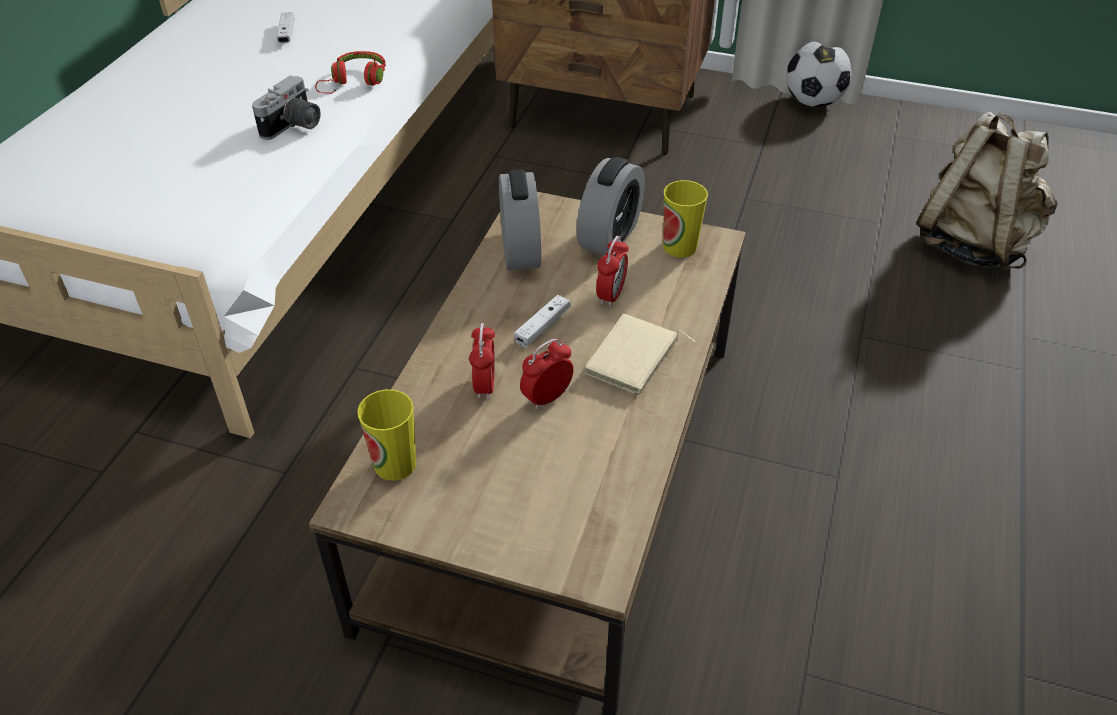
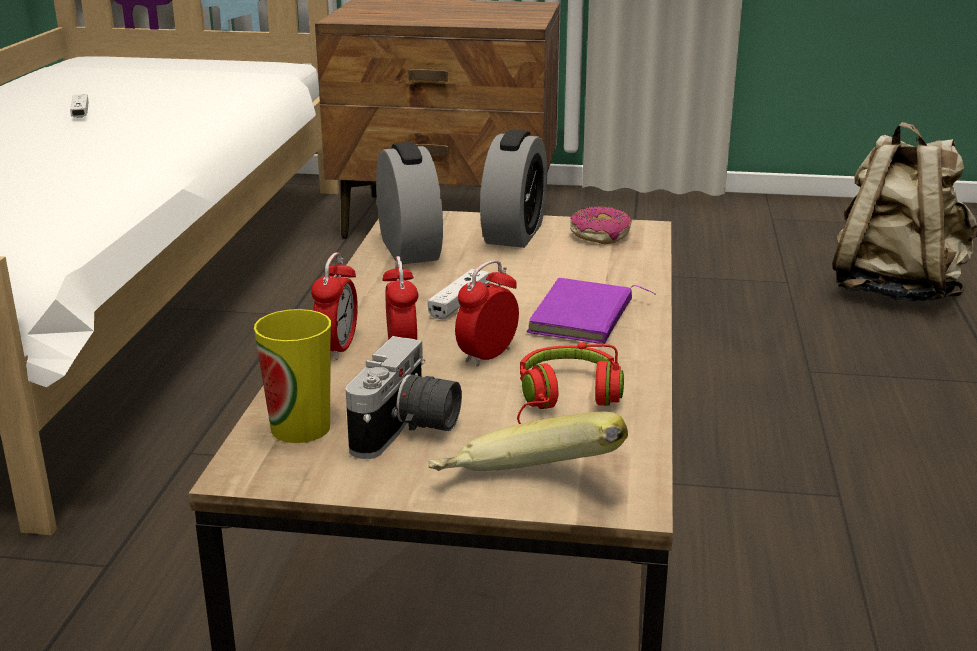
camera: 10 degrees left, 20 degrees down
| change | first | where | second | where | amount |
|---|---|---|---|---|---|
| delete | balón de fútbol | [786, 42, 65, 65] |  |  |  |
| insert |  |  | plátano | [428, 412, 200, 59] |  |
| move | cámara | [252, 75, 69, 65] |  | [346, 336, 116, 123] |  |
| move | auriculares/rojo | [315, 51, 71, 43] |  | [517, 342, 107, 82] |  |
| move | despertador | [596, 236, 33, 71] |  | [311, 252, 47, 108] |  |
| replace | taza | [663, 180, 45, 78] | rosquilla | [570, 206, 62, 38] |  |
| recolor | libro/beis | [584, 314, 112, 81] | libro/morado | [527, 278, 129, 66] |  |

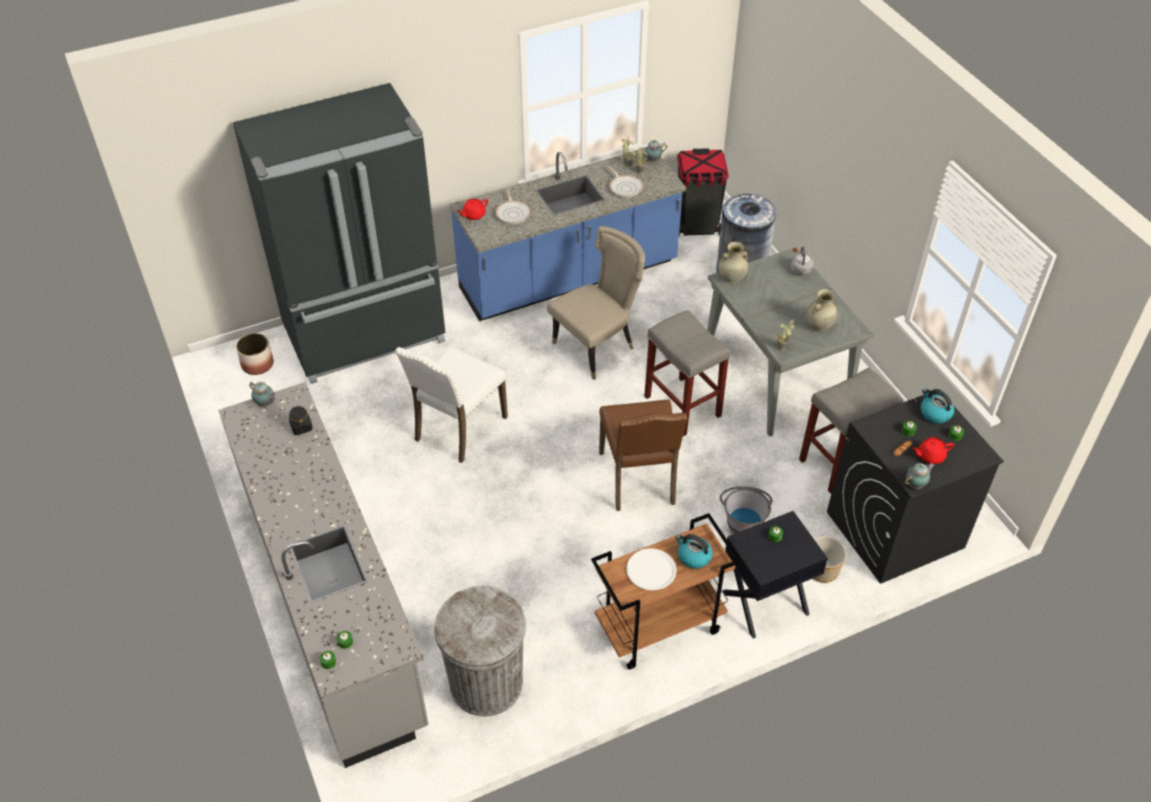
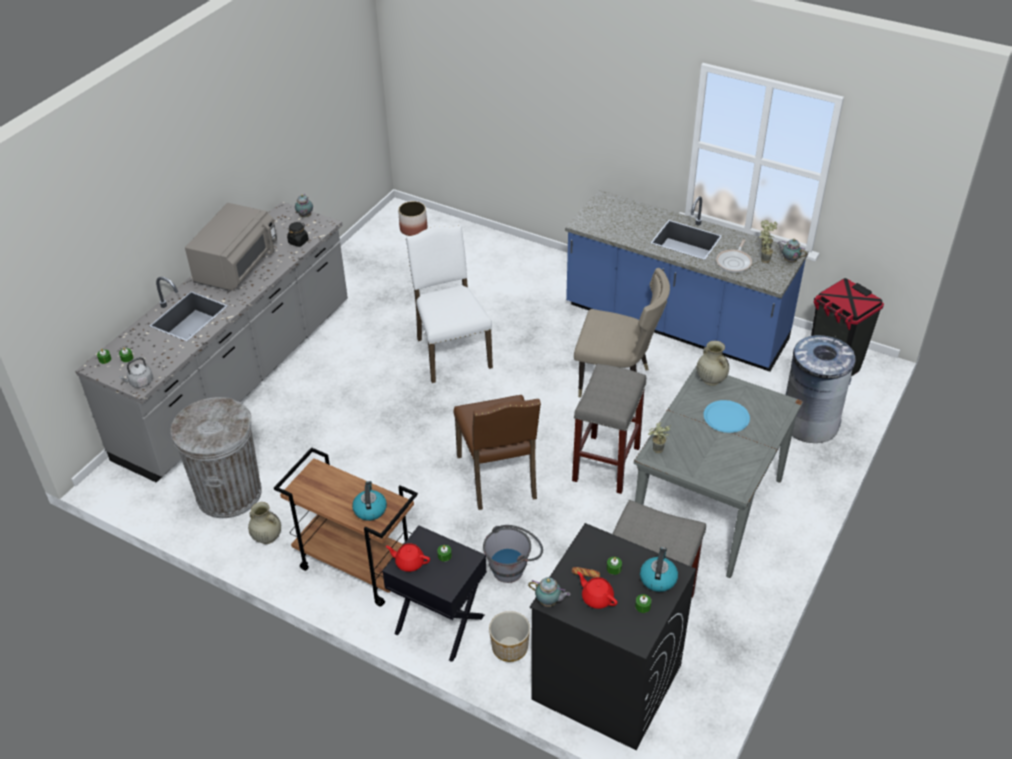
camera: 55 degrees right, 5 degrees down
| change | first | where | second | where | amount |
|---|---|---|---|---|---|
| delete | nevera/negro | [233, 83, 212, 301] |  |  |  |
| delete | sartén | [496, 189, 34, 35] |  |  |  |
| delete | plato/blanco | [626, 548, 50, 42] |  |  |  |
| insert |  |  | microondas/gris | [185, 203, 92, 88] |  |
| insert |  |  | plato/azul | [703, 400, 47, 33] |  |
| move | tetera/rojo | [457, 199, 31, 21] |  | [385, 543, 45, 29] |  |
| move | hervidor/gris | [791, 247, 22, 28] |  | [119, 357, 34, 31] |  |
| move | florero/beis | [806, 289, 32, 42] |  | [248, 502, 33, 42] |  |
| rotate | silla/blanco | [395, 346, 113, 117] |  | [406, 225, 87, 158] | 75 degrees clockwise |
| rotate | silla/marrón | [599, 400, 88, 111] |  | [454, 395, 87, 115] | 60 degrees counterclockwise |

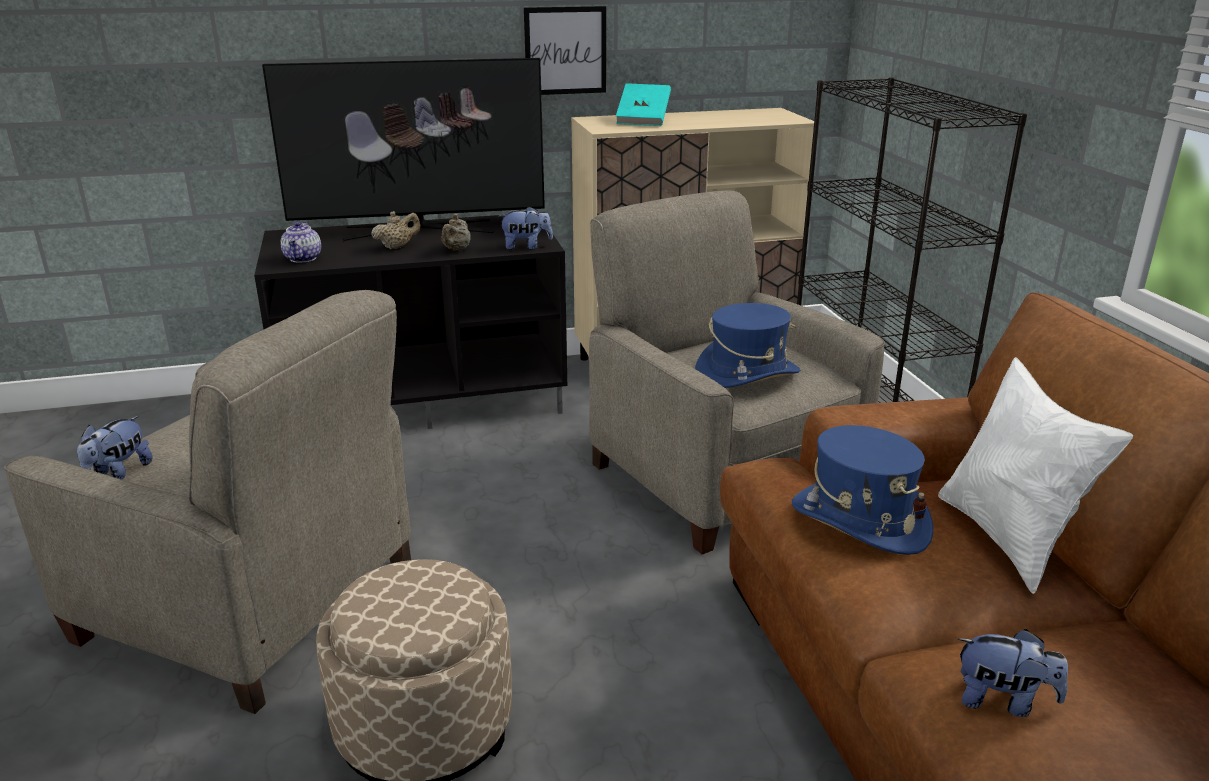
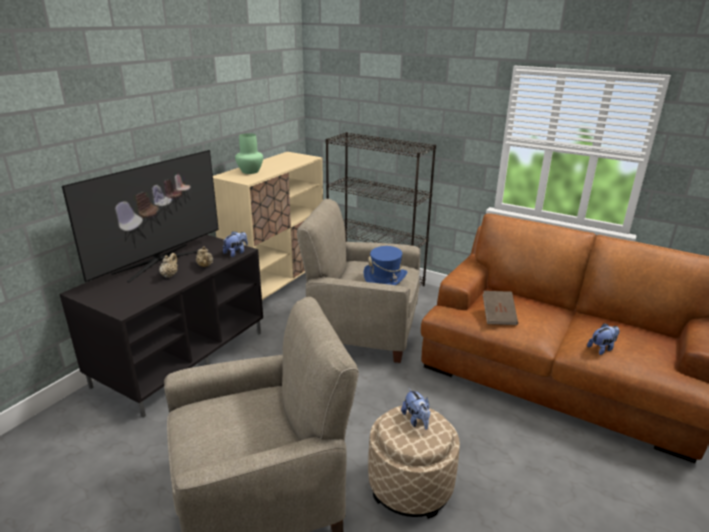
camera: 45 degrees left, 0 degrees up
| change | first | where | second | where | amount |
|---|---|---|---|---|---|
| delete | tetera | [280, 222, 41, 40] |  |  |  |
| delete | cuadro | [524, 6, 82, 89] |  |  |  |
| delete | cojín/blanco | [938, 357, 195, 237] |  |  |  |
| move | peluche | [77, 416, 76, 64] |  | [401, 388, 29, 42] |  |
| replace | libro/turquesa | [616, 83, 55, 43] | florero/verde | [235, 133, 28, 41] |  |
| replace | sombrero/azul | [792, 425, 141, 130] | libro/marrón | [483, 291, 35, 34] |  |

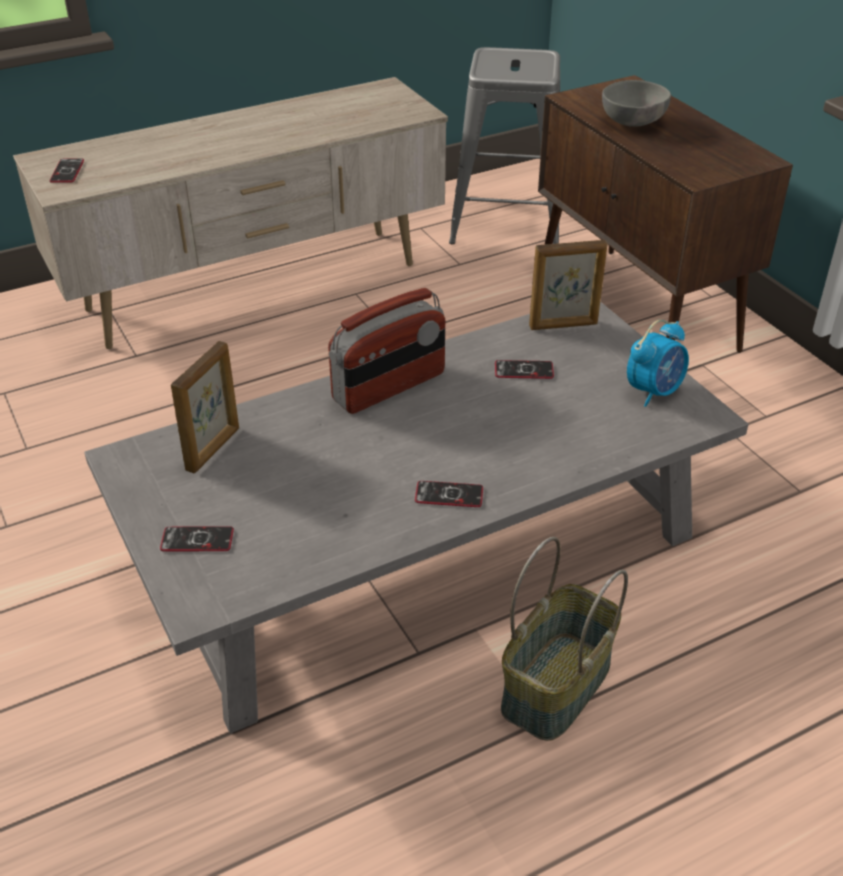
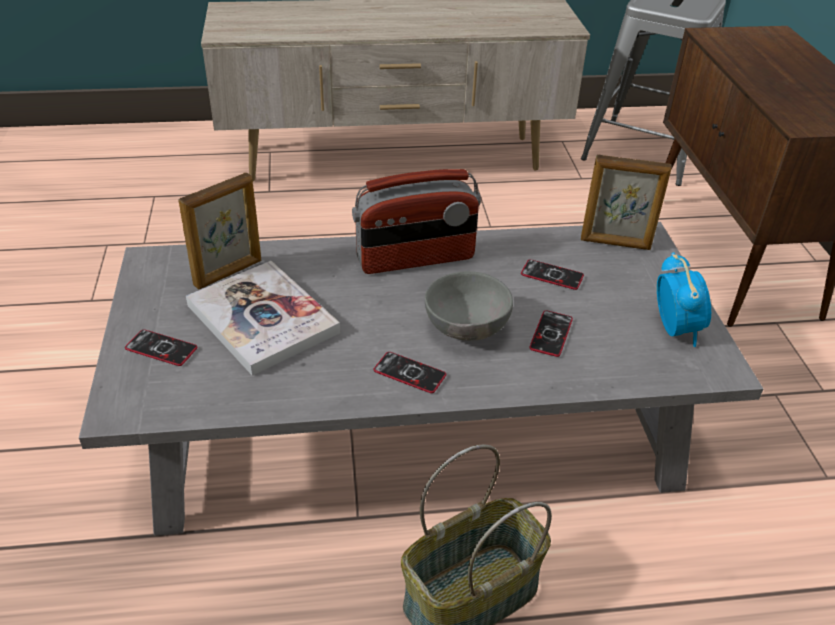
camera: 20 degrees right, 0 degrees up
| change | first | where | second | where | amount |
|---|---|---|---|---|---|
| insert |  |  | libro | [186, 261, 154, 115] |  |
| move | móvil | [50, 158, 34, 25] |  | [529, 310, 44, 47] |  |
| move | cuenco/gris | [602, 80, 69, 47] |  | [425, 271, 88, 70] |  |
| rotate | despertador | [627, 320, 62, 87] |  | [657, 252, 54, 95] | 75 degrees counterclockwise |

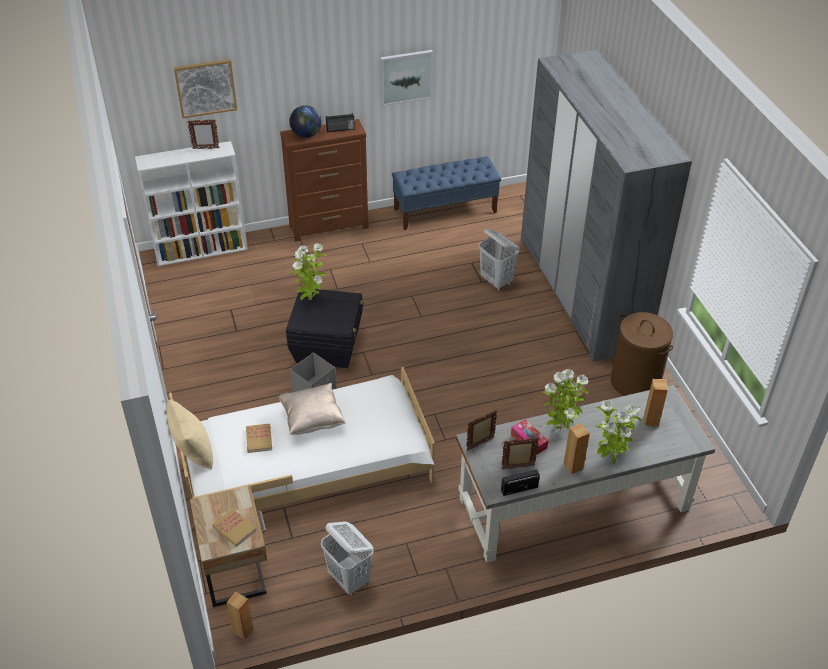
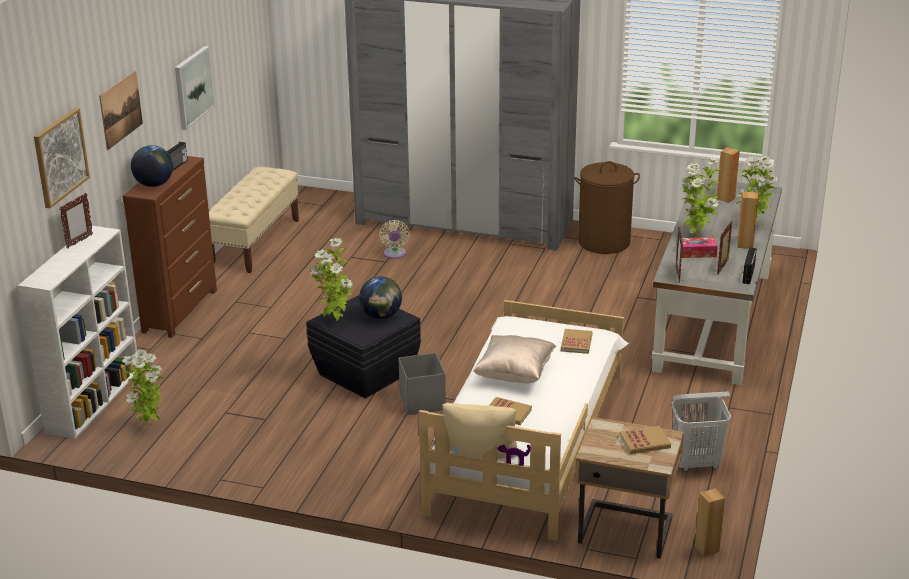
camera: 55 degrees left, 15 degrees down
| change | first | where | second | where | amount |
|---|---|---|---|---|---|
| insert |  |  | cuadro | [99, 71, 44, 79] |  |
| insert |  |  | planta en maceta | [122, 350, 42, 77] |  |
| insert |  |  | globo terráqueo | [359, 276, 43, 43] |  |
| insert |  |  | libro | [561, 329, 31, 25] |  |
| replace | cesto de la ropa/blanco | [479, 229, 40, 62] | ventilador/beis | [379, 220, 31, 39] |  |
| recolor | banco/azul | [392, 156, 109, 74] | banco/beis | [209, 167, 90, 106] |  |

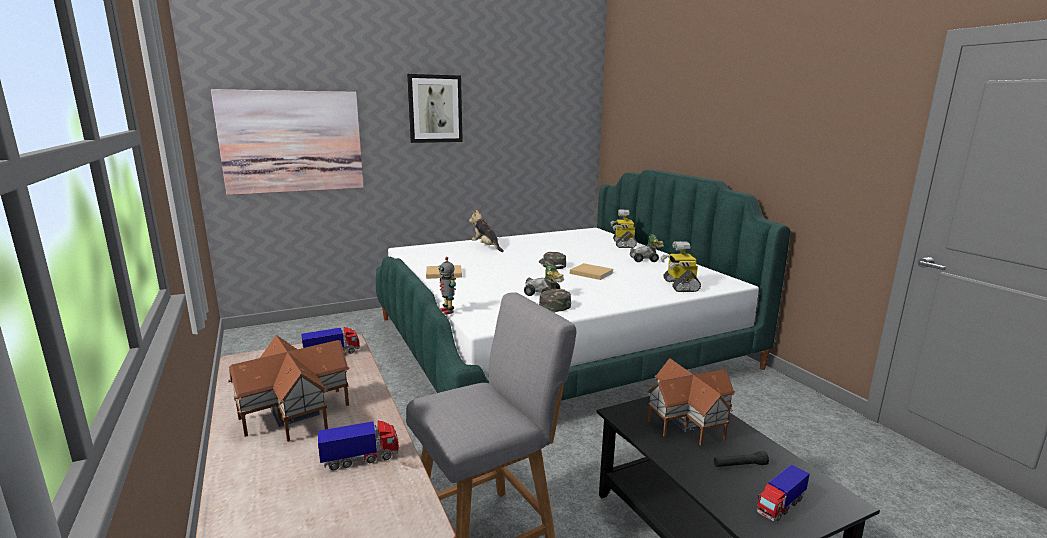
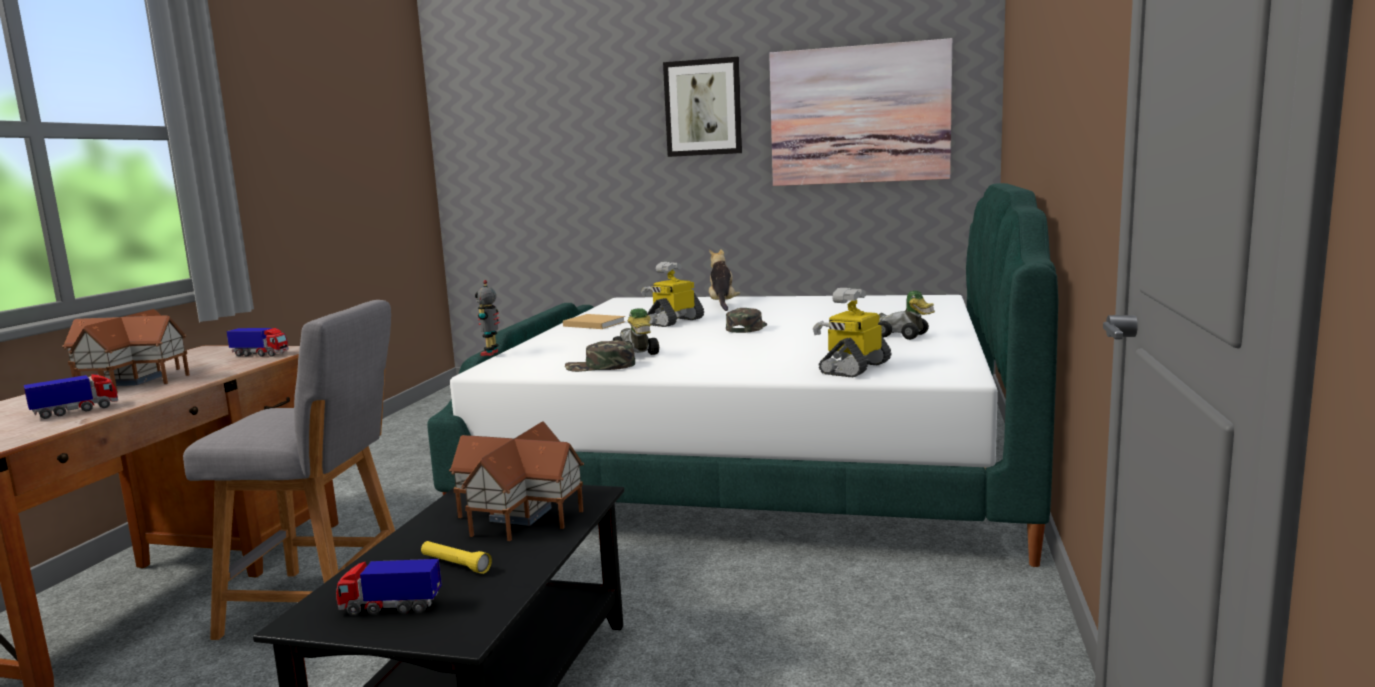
camera: 40 degrees right, 5 degrees down
| change | first | where | second | where | amount |
|---|---|---|---|---|---|
| delete | libro/beis | [570, 263, 43, 17] |  |  |  |
| move | cuadro | [211, 89, 153, 106] |  | [769, 38, 183, 148] |  |
| move | robot de juguete | [611, 210, 26, 38] |  | [641, 262, 63, 65] |  |
| recolor | linterna/negro | [714, 451, 55, 16] | linterna/amarillo | [421, 541, 71, 33] |  |
| rotate | camión de juguete | [318, 421, 81, 50] |  | [24, 374, 94, 45] | 60 degrees counterclockwise |

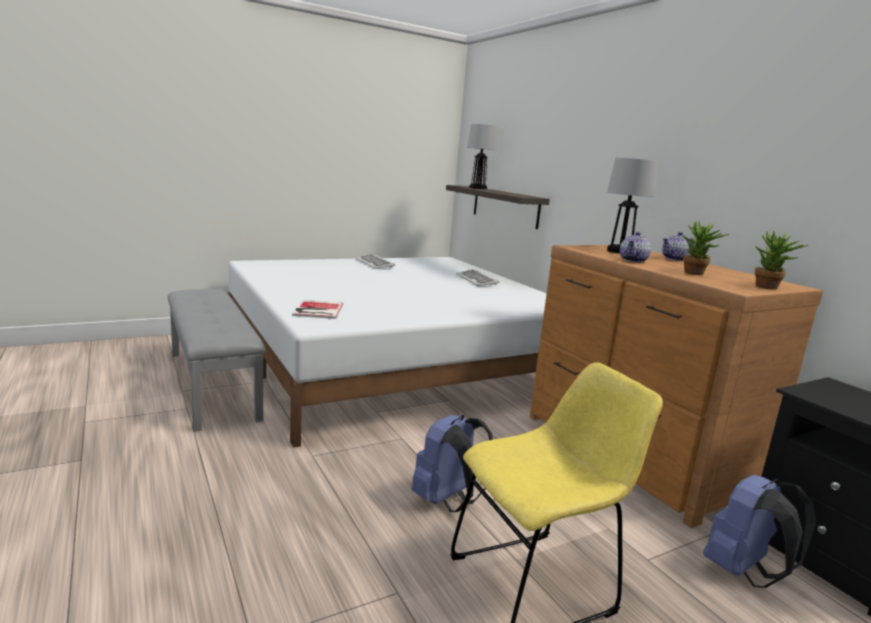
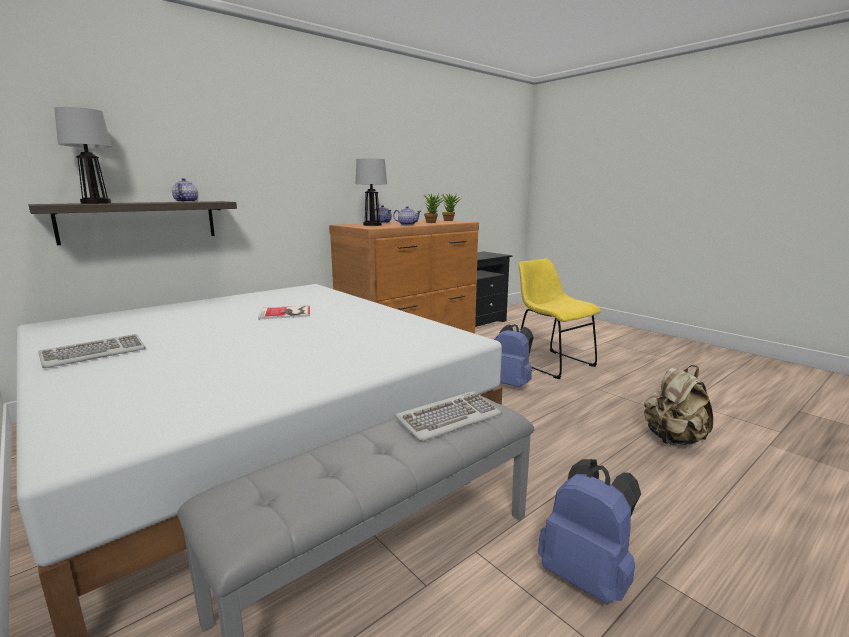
camera: 100 degrees left, 0 degrees up
| change | first | where | second | where | amount |
|---|---|---|---|---|---|
| insert |  |  | tetera | [172, 178, 26, 24] |  |
| insert |  |  | mochila/beis | [644, 365, 69, 80] |  |
| move | libro | [292, 300, 51, 19] |  | [258, 305, 52, 14] |  |
| move | teclado | [456, 269, 44, 17] |  | [395, 391, 107, 51] |  |
| move | mochila/azul | [703, 475, 113, 113] |  | [538, 459, 103, 146] |  |

